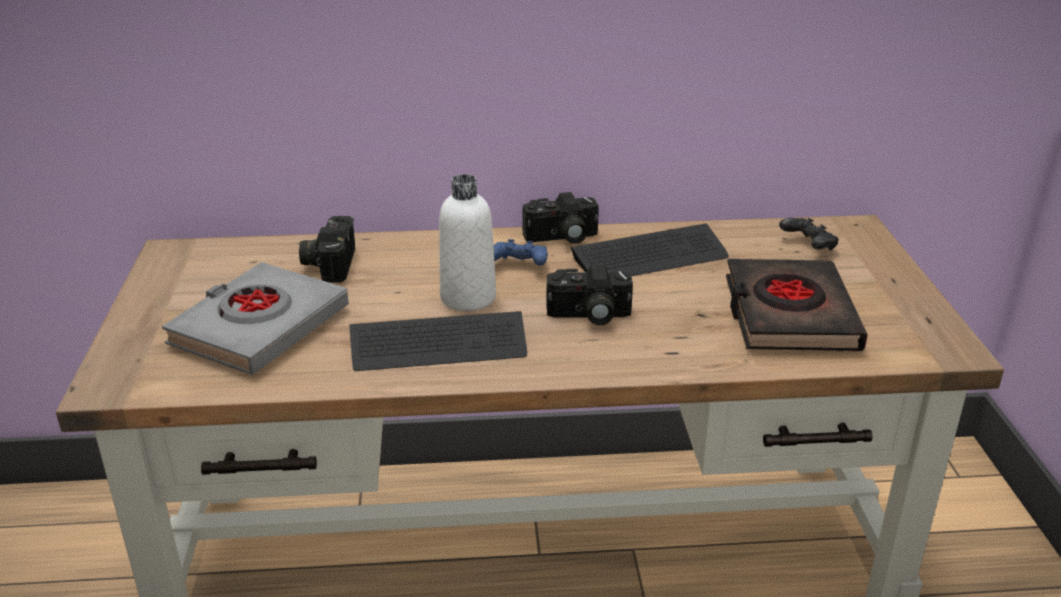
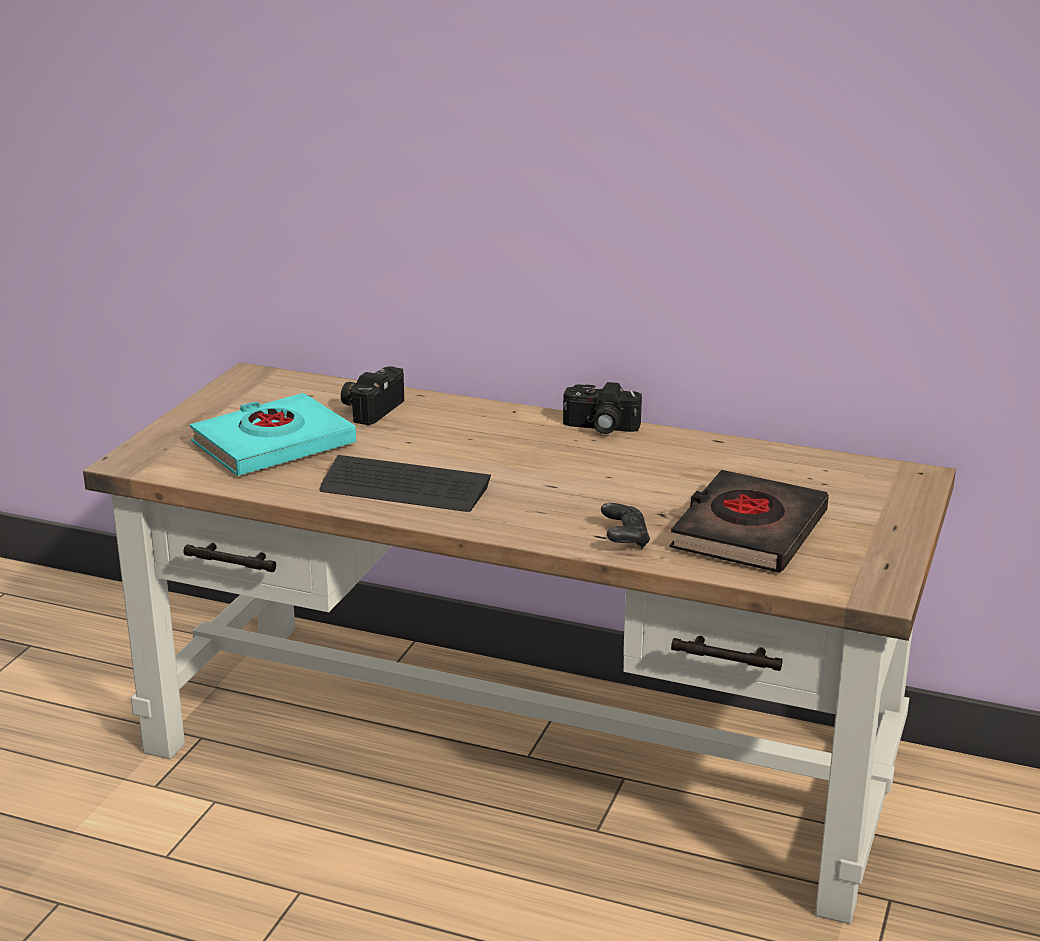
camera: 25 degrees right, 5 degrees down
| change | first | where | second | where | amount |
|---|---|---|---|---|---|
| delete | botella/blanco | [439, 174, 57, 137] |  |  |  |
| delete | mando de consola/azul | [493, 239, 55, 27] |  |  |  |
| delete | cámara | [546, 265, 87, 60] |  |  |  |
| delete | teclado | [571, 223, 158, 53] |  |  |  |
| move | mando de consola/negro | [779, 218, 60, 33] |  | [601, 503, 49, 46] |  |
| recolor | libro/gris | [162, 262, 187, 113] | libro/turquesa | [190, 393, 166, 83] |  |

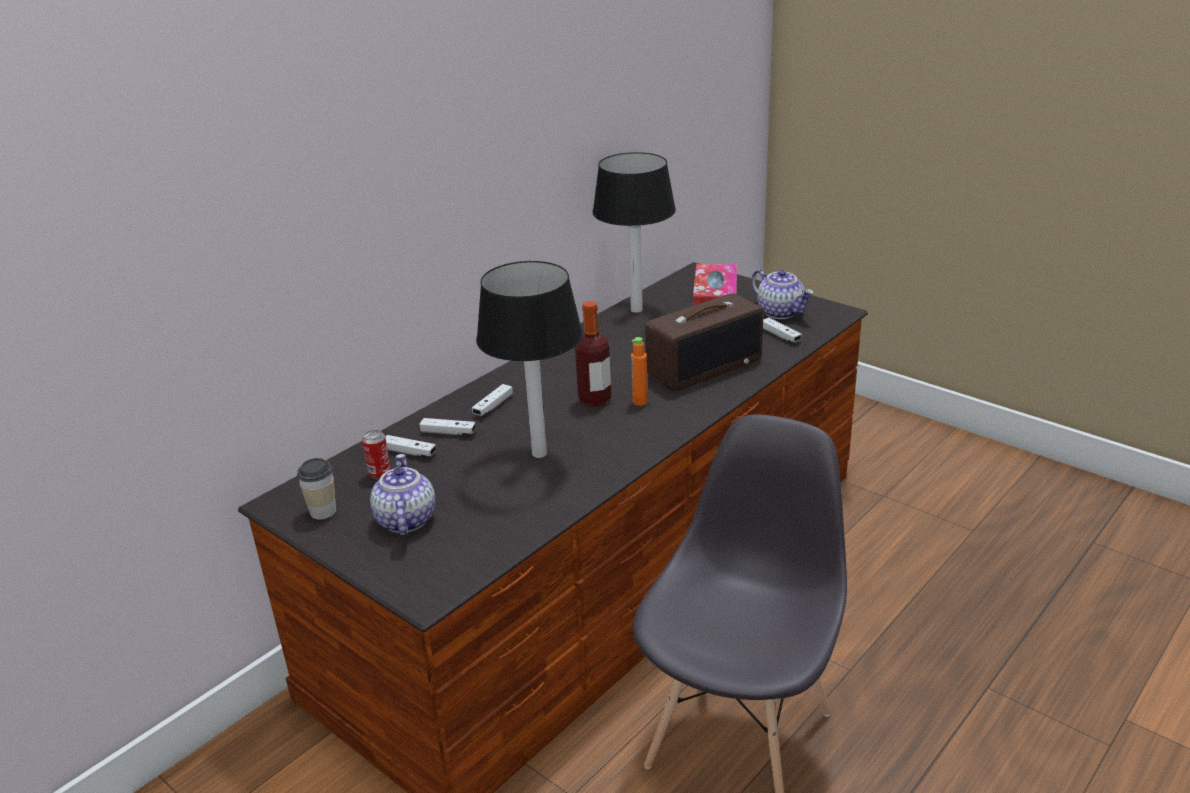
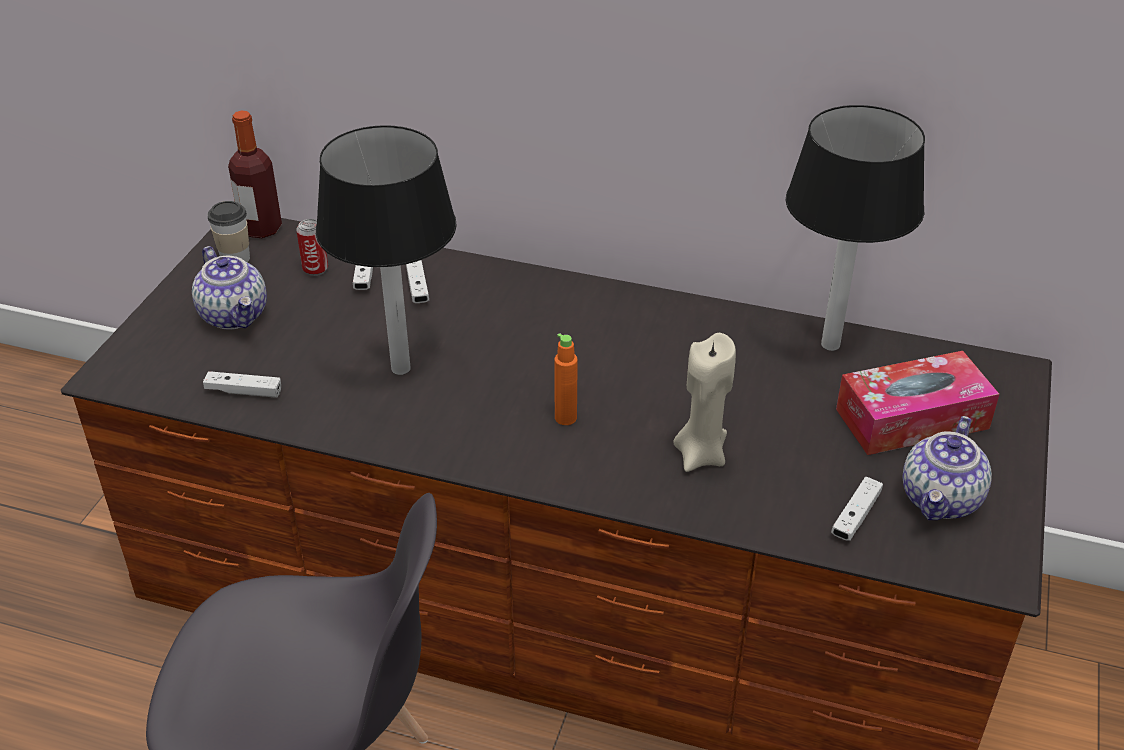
camera: 65 degrees right, 10 degrees up
| change | first | where | second | where | amount |
|---|---|---|---|---|---|
| move | mando de consola/blanco | [472, 384, 41, 32] |  | [203, 371, 78, 27] |  |
| move | botella | [575, 301, 36, 106] |  | [228, 111, 54, 127] |  |
| replace | radio | [645, 293, 118, 98] | vela/beis | [673, 333, 63, 139] |  |
| rotate | tetera | [370, 454, 66, 82] |  | [192, 246, 75, 84] | 90 degrees clockwise |

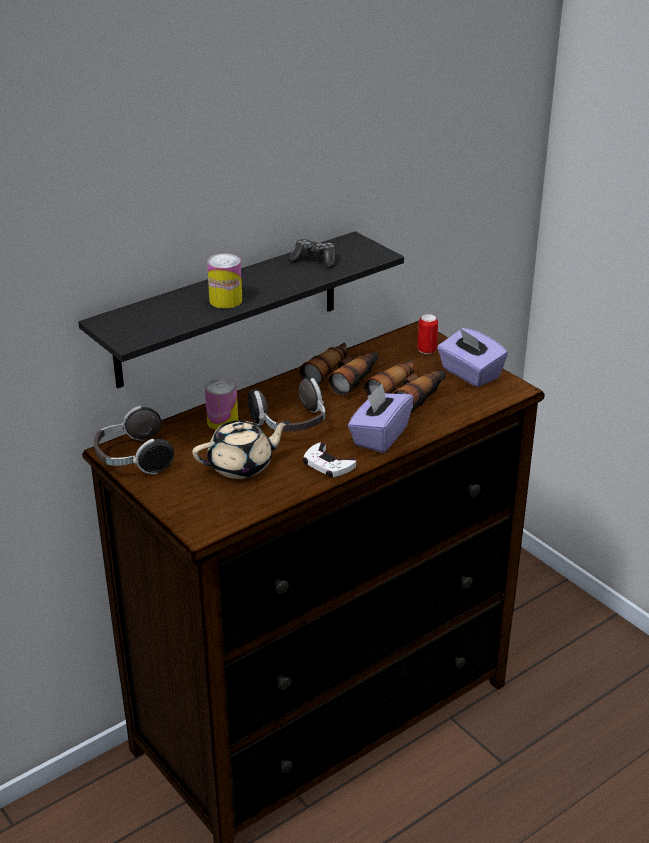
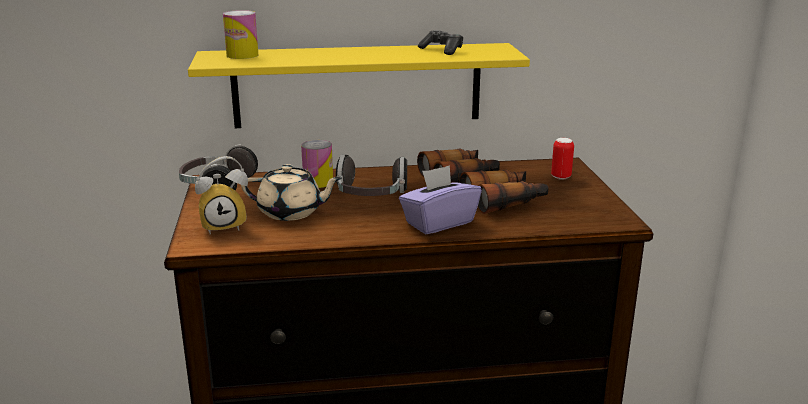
camera: 30 degrees right, 10 degrees down
| change | first | where | second | where | amount |
|---|---|---|---|---|---|
| delete | mando de consola/blanco | [303, 442, 53, 35] |  |  |  |
| delete | caja de pañuelos/morado | [437, 328, 71, 59] |  |  |  |
| insert |  |  | despertador | [195, 156, 53, 79] |  |
| move | lata | [207, 254, 35, 55] |  | [223, 10, 35, 49] |  |
| recolor | estante/negro | [78, 231, 326, 157] | estante/amarillo | [188, 43, 342, 85] |  |

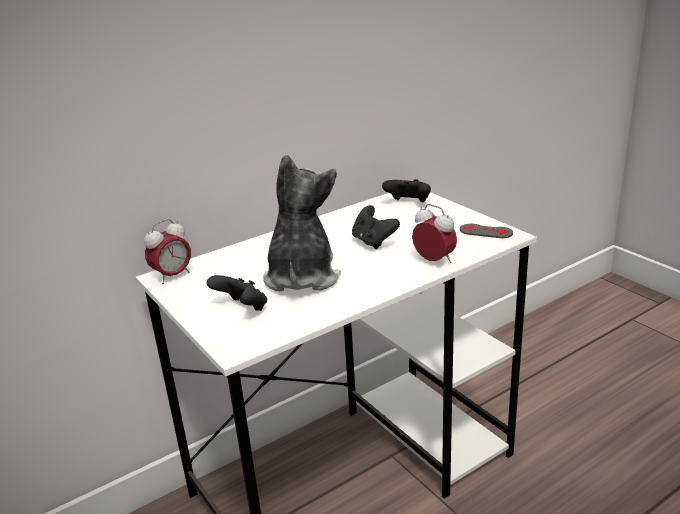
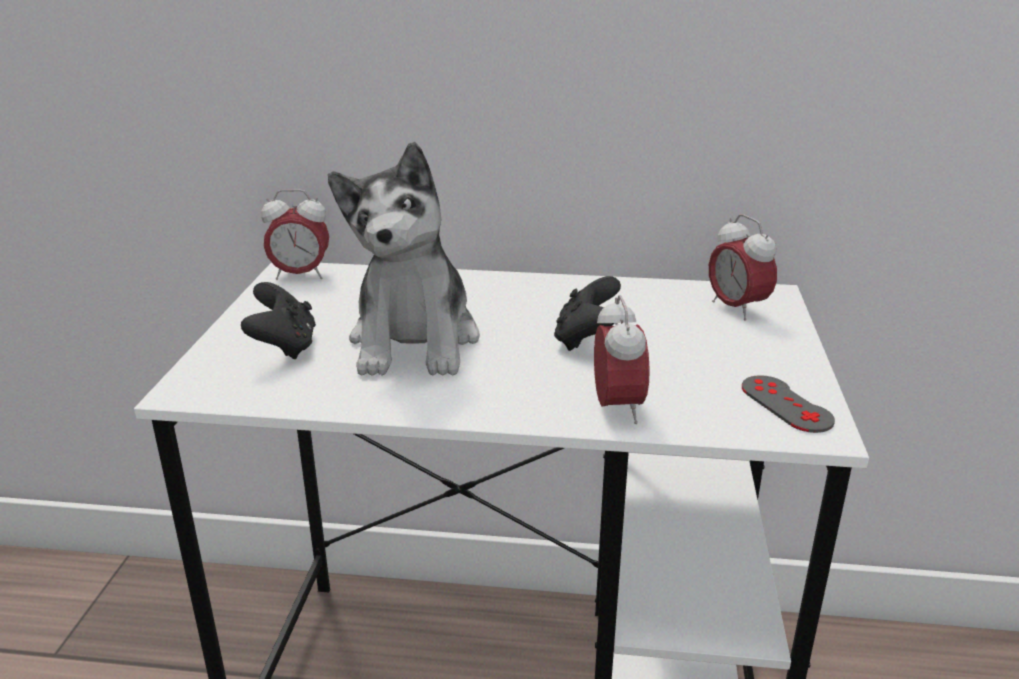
camera: 40 degrees right, 0 degrees up
| change | first | where | second | where | amount |
|---|---|---|---|---|---|
| replace | mando de consola/negro | [382, 179, 49, 23] | despertador | [709, 214, 68, 107] |  |
| rotate | peluche | [263, 155, 78, 136] |  | [328, 142, 152, 234] | 135 degrees clockwise |

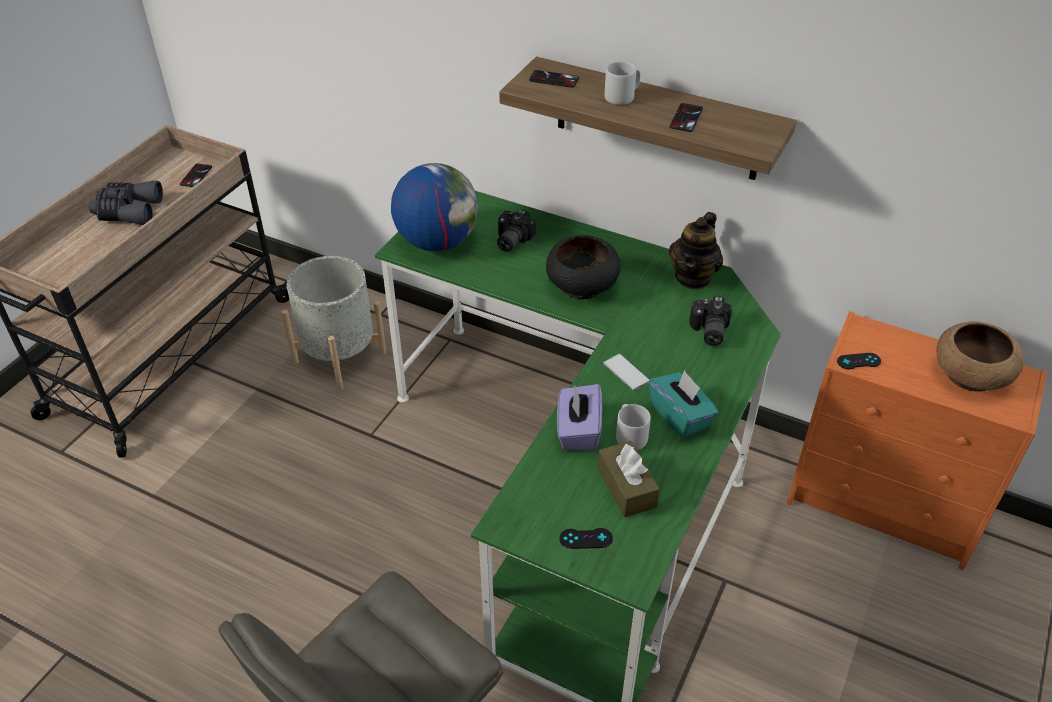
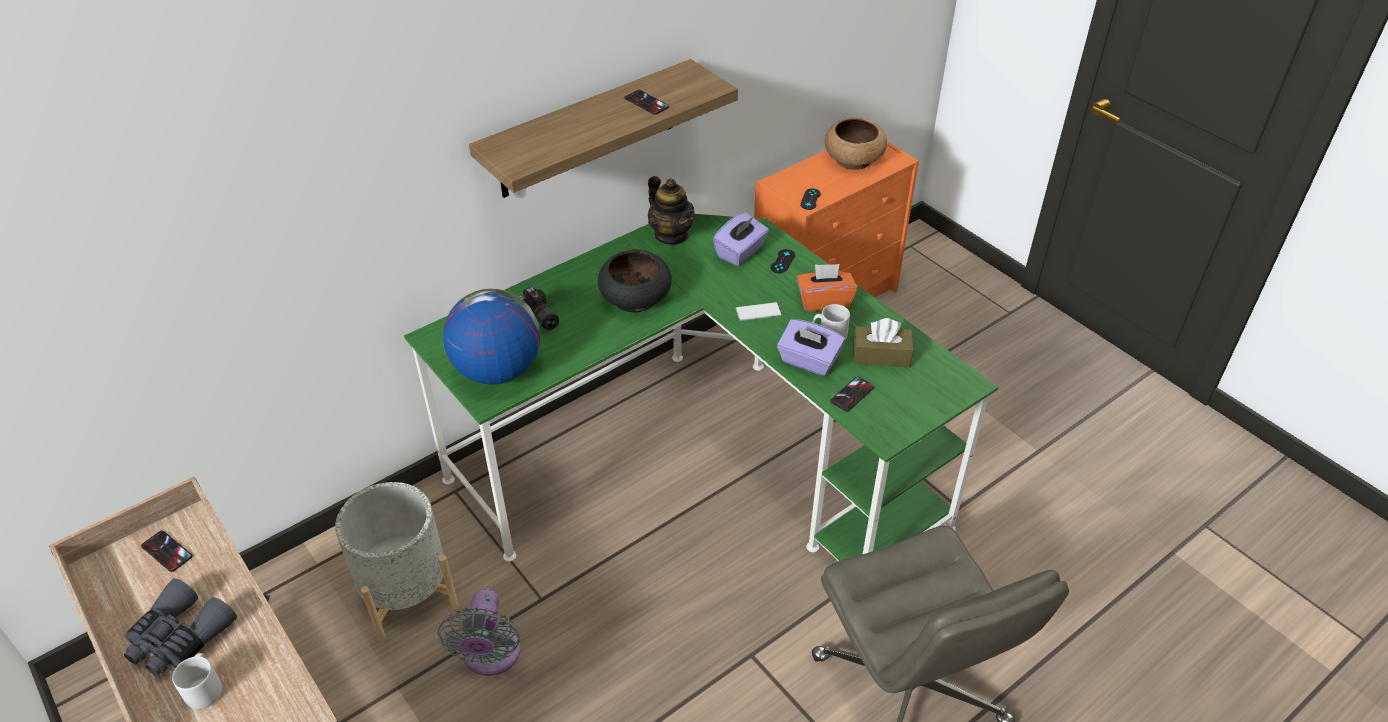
camera: 65 degrees left, 0 degrees up
| change | first | where | second | where | amount |
|---|---|---|---|---|---|
| insert |  |  | ventilador/gris | [437, 588, 84, 88] |  |
| move | móvil | [529, 70, 50, 18] |  | [830, 376, 44, 36] |  |
| move | mando de consola/negro | [559, 528, 54, 21] |  | [770, 249, 25, 24] |  |
| move | taza grande/gris | [604, 62, 36, 43] |  | [172, 653, 50, 56] |  |
| replace | cámara | [689, 296, 43, 50] | caja de pañuelos/morado | [713, 212, 56, 54] |  |
| recolor | caja de pañuelos/turquesa | [649, 370, 70, 68] | caja de pañuelos/naranja | [796, 264, 62, 47] |  |

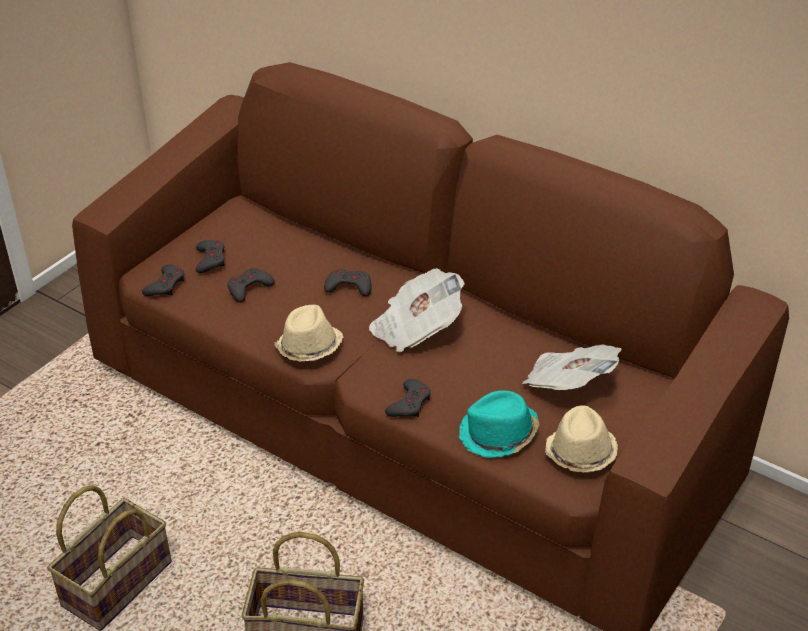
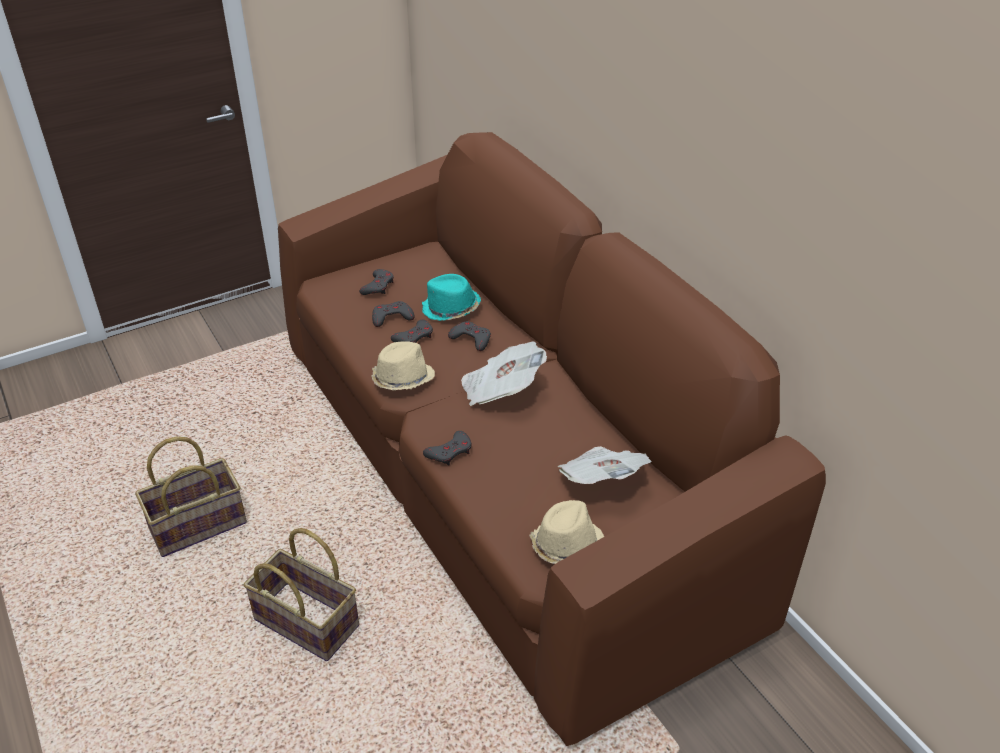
camera: 25 degrees right, 0 degrees up
| change | first | where | second | where | amount |
|---|---|---|---|---|---|
| move | mando de consola/gris | [142, 265, 42, 31] |  | [391, 320, 42, 23] |  |
| move | sombrero/turquesa | [459, 390, 80, 68] |  | [422, 274, 59, 47] |  |

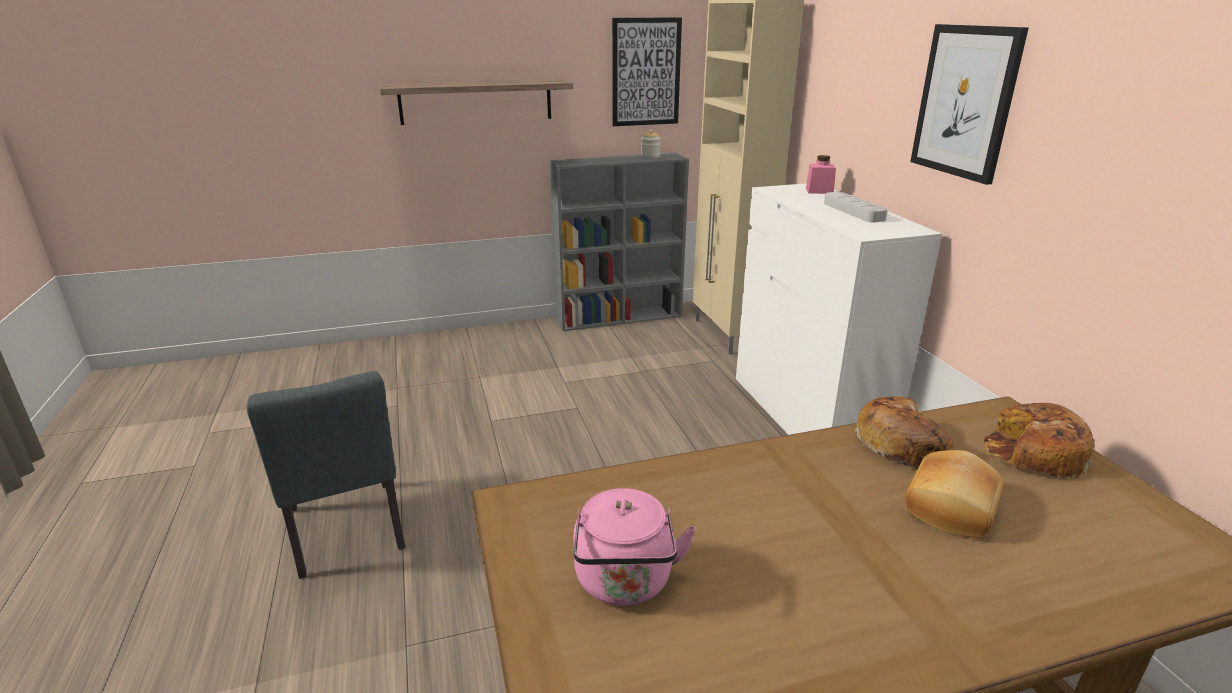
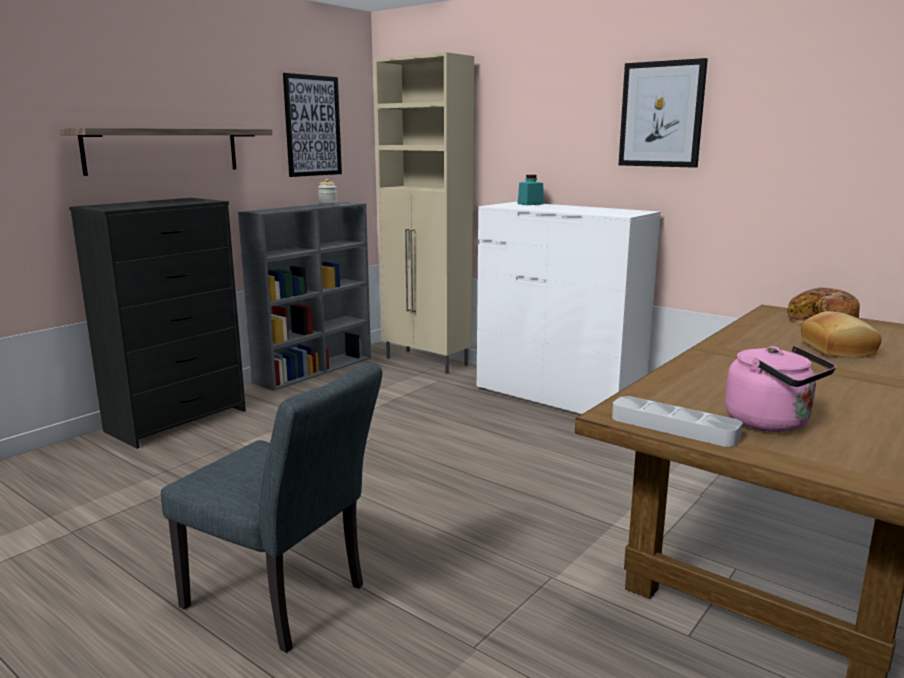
camera: 35 degrees left, 10 degrees down
| change | first | where | second | where | amount |
|---|---|---|---|---|---|
| delete | pan | [855, 396, 98, 73] |  |  |  |
| insert |  |  | cómoda/negro | [69, 198, 177, 251] |  |
| move | bandeja/gris | [824, 192, 64, 31] |  | [612, 396, 130, 51] |  |
| recolor | tarro/rosa | [806, 155, 30, 39] | tarro/turquesa | [518, 175, 26, 30] |  |

